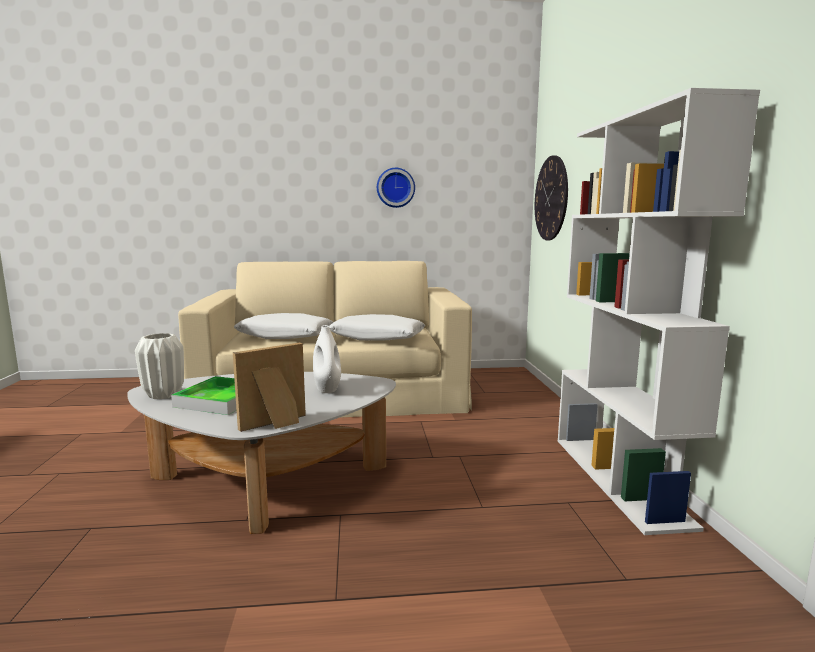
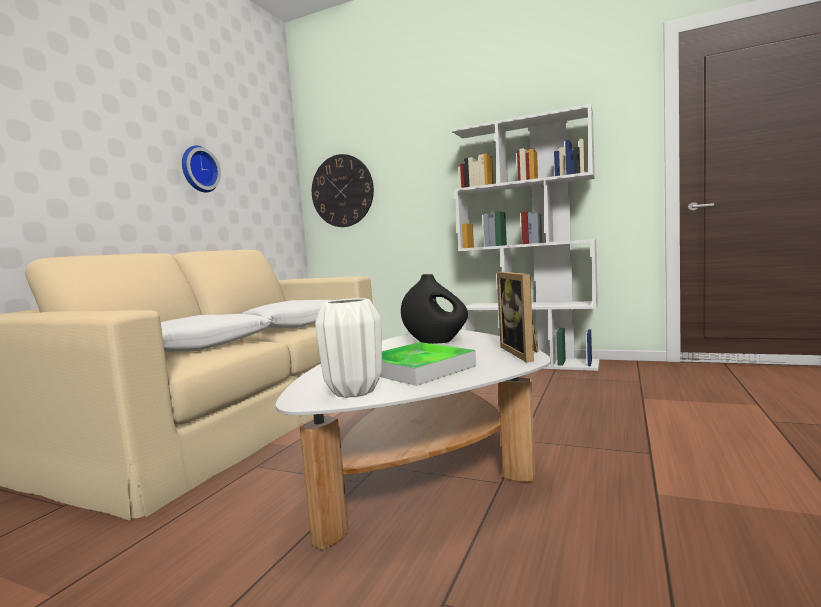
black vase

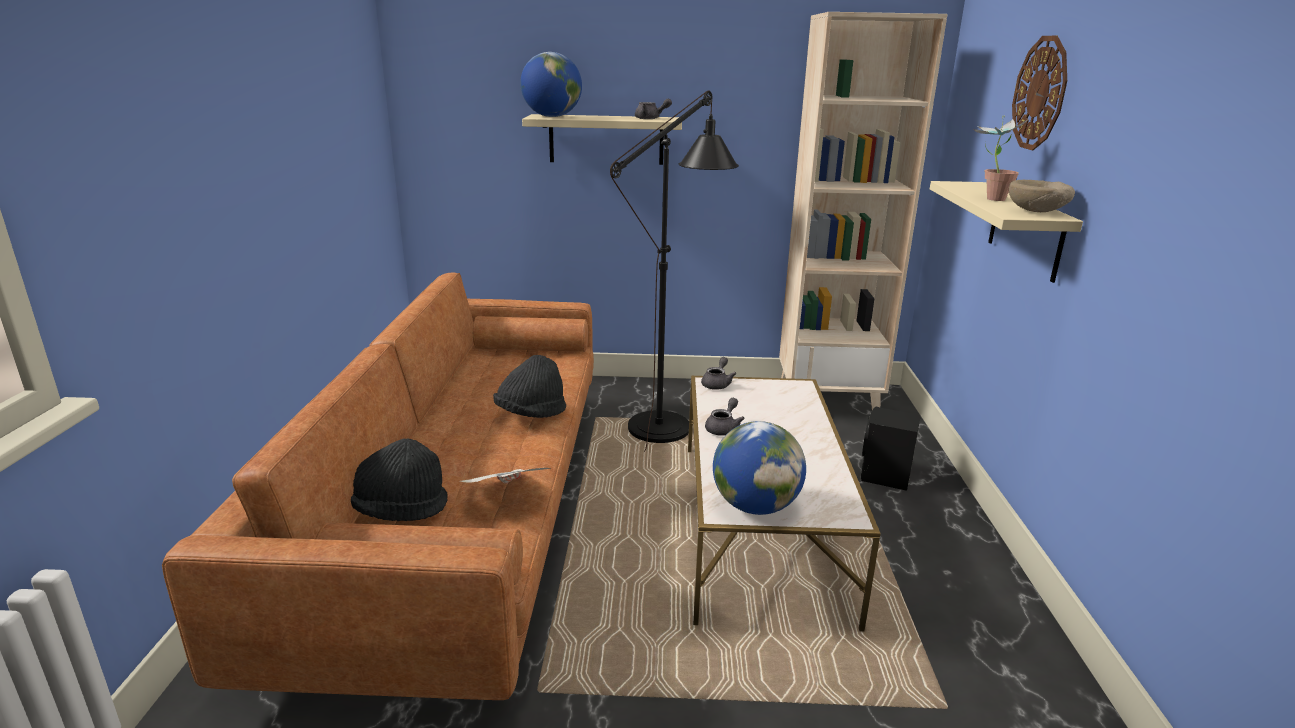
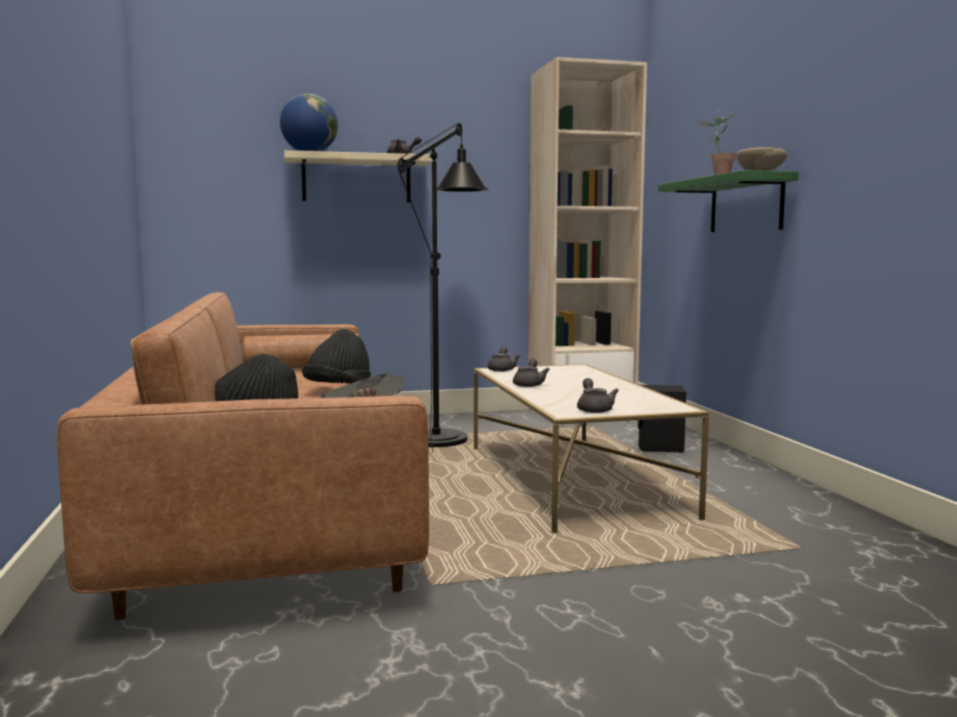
grey teapot (4th from left)
green shelf
wall clock

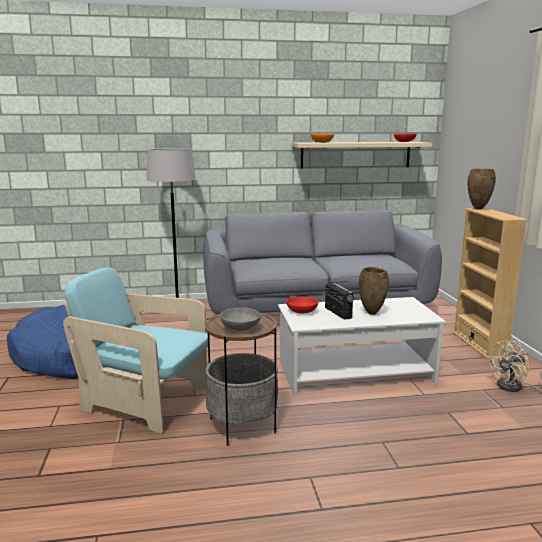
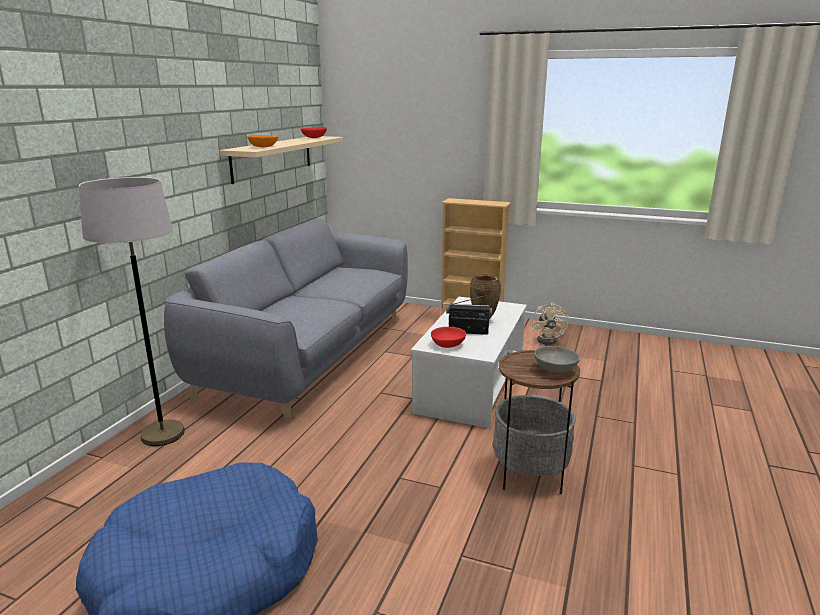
turquoise armchair
brown vase (2nd from left in the first image)

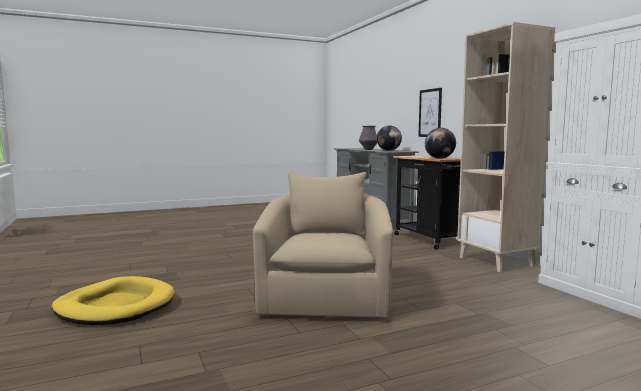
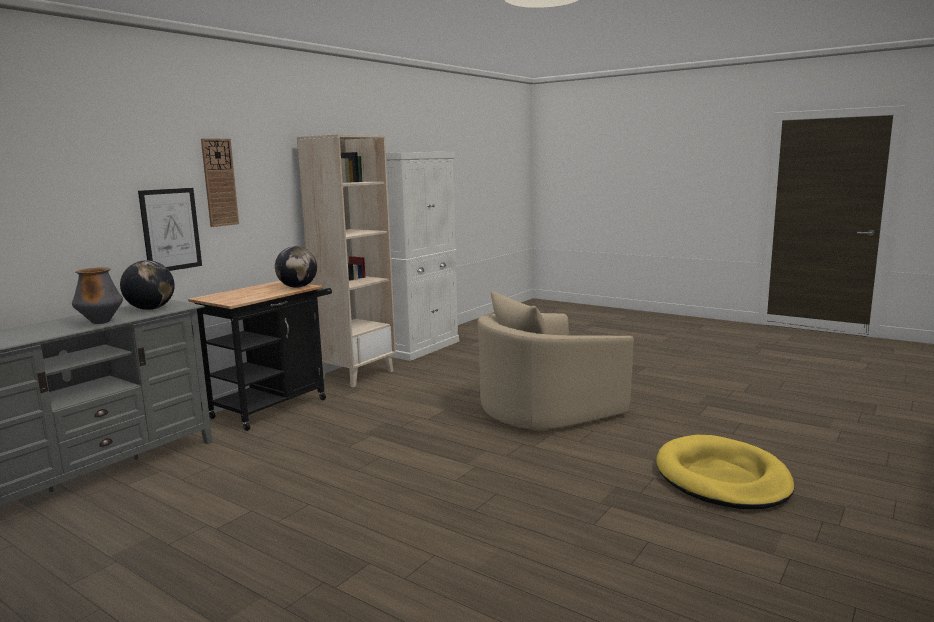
wall clock

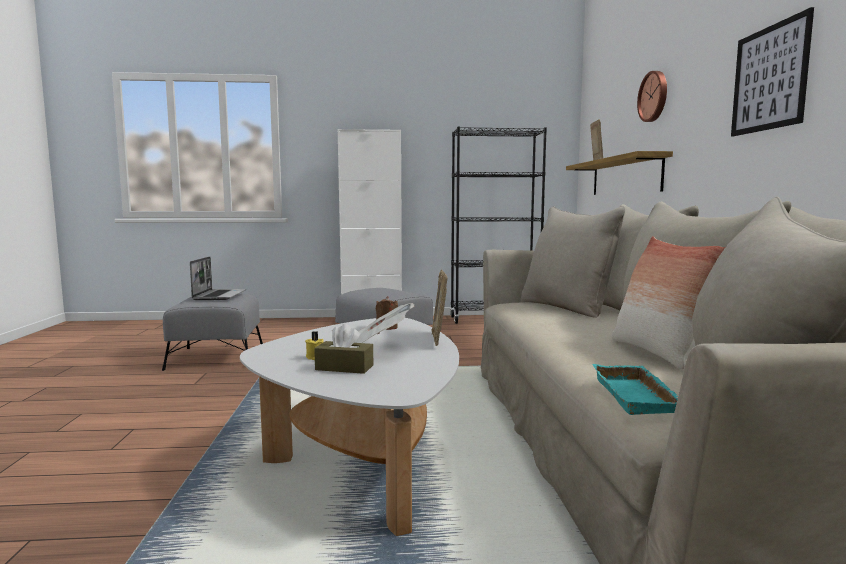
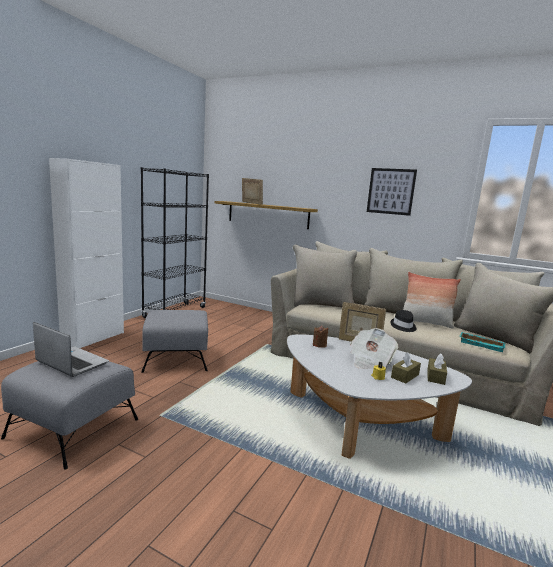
black hat
brown tissue box (2nd from left)
wall clock

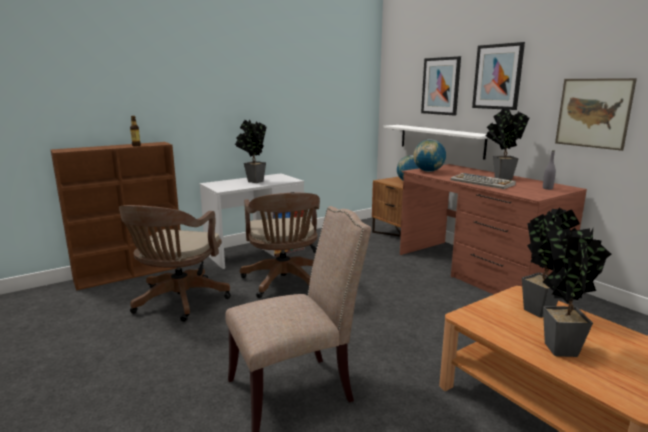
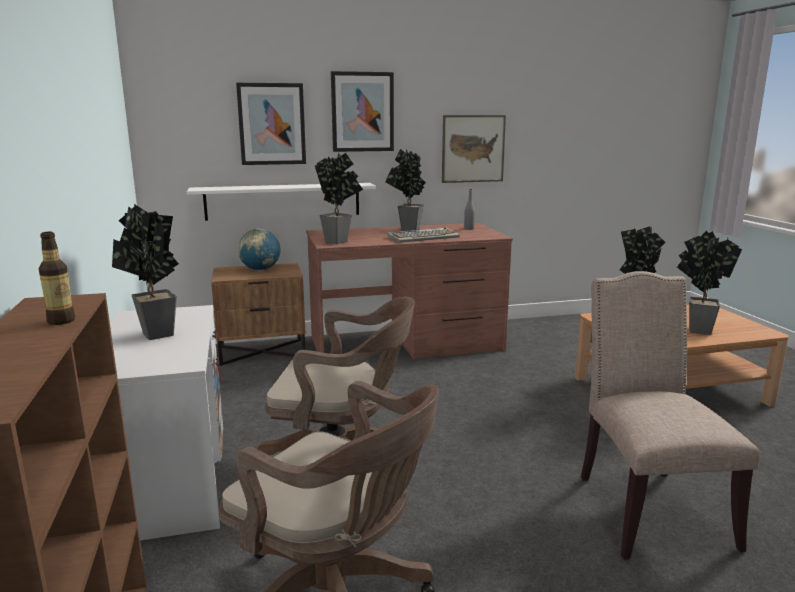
potted plant (2nd from left)

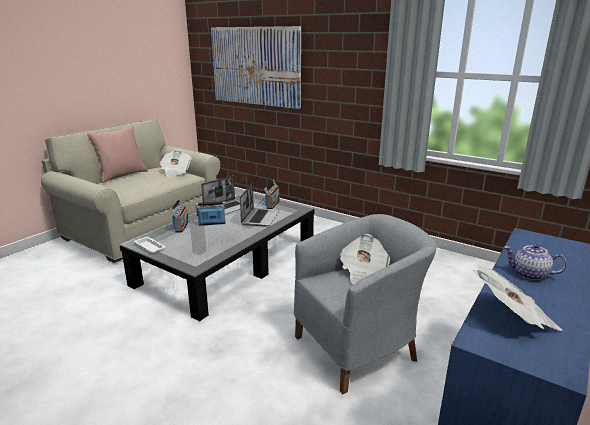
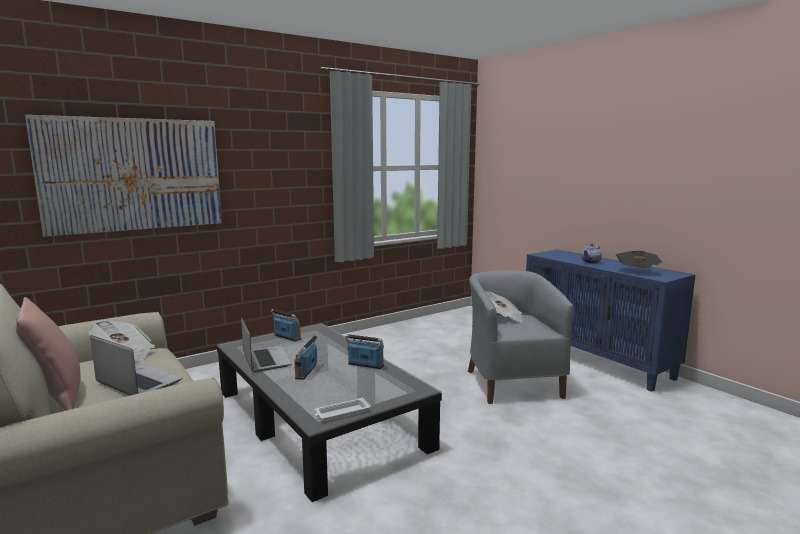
laptop (1st from left)
radio (3rd from left)

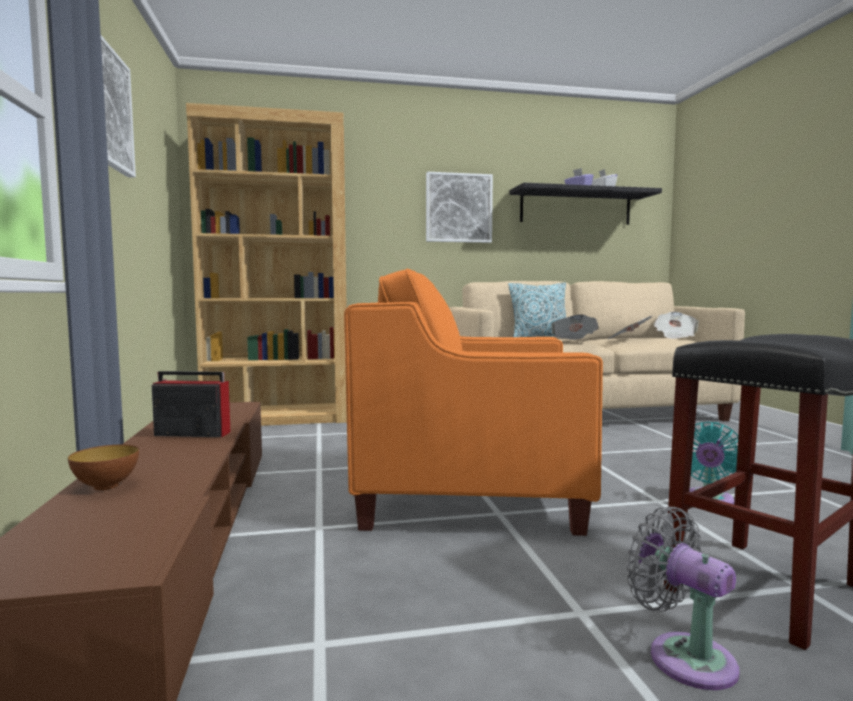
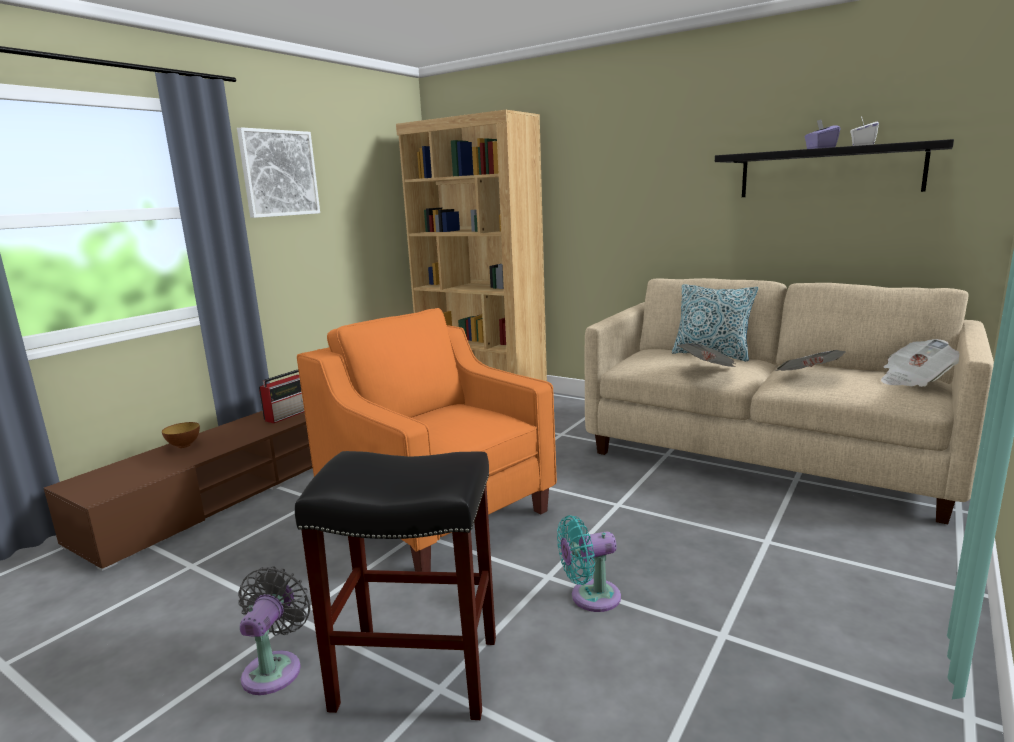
radio
picture (2nd from left in the first image)

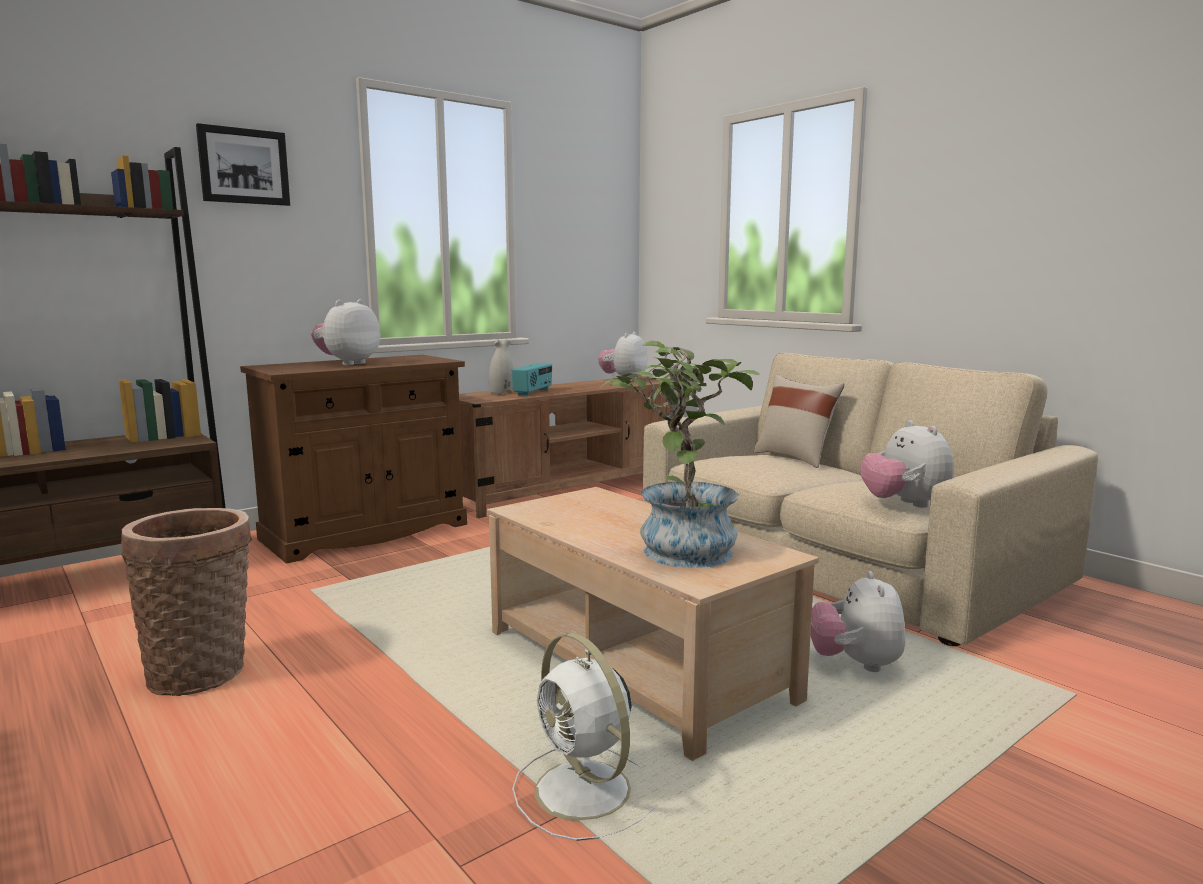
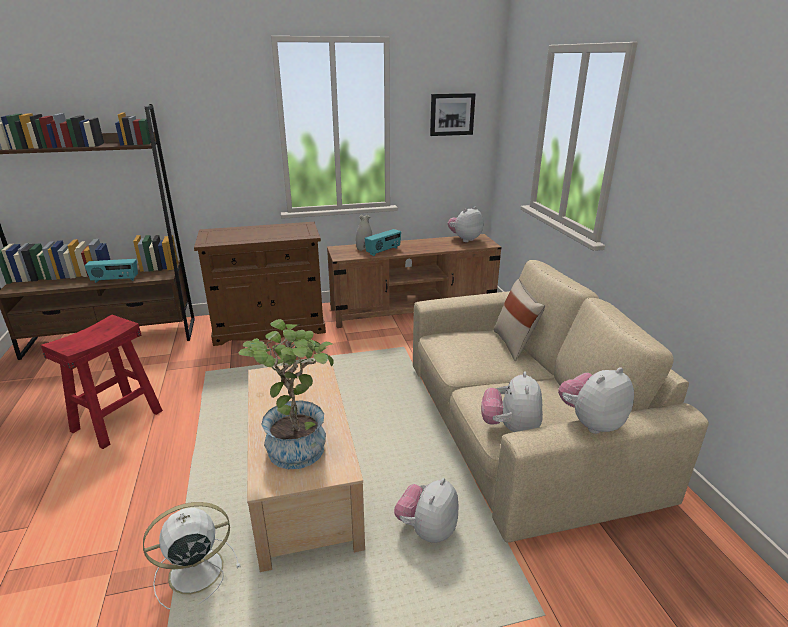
red stool
radio (1st from left)
white fan
picture
plush toy (4th from left)

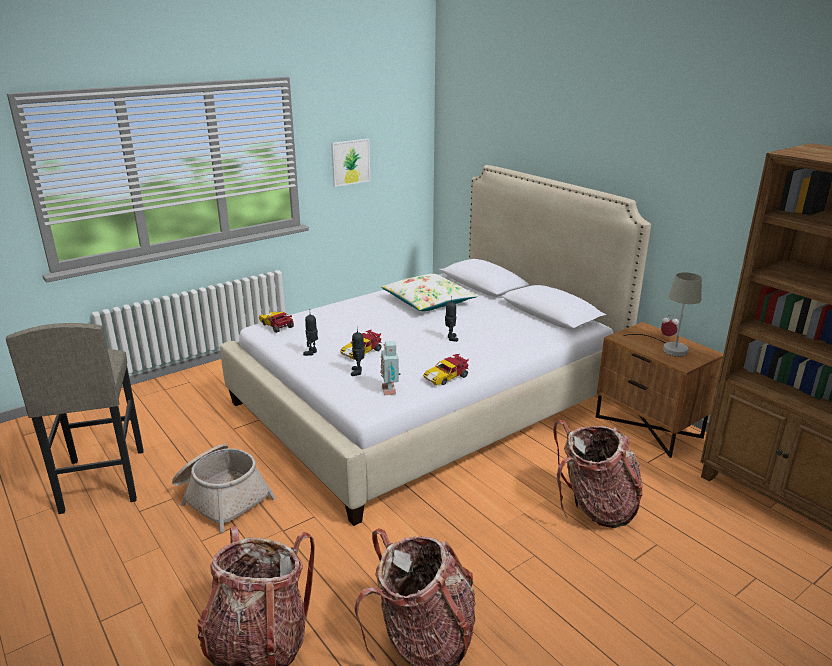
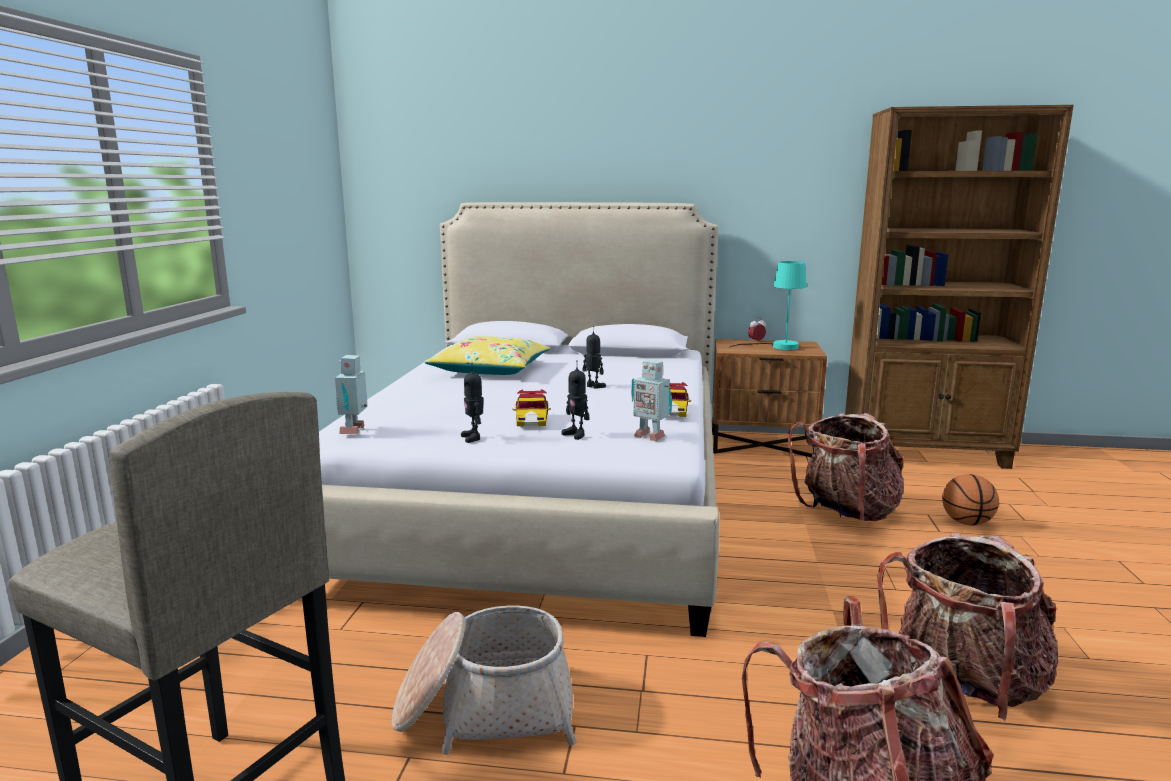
toy robot (1st from left)
yellow pillow
turquoise table lamp
basketball
picture

